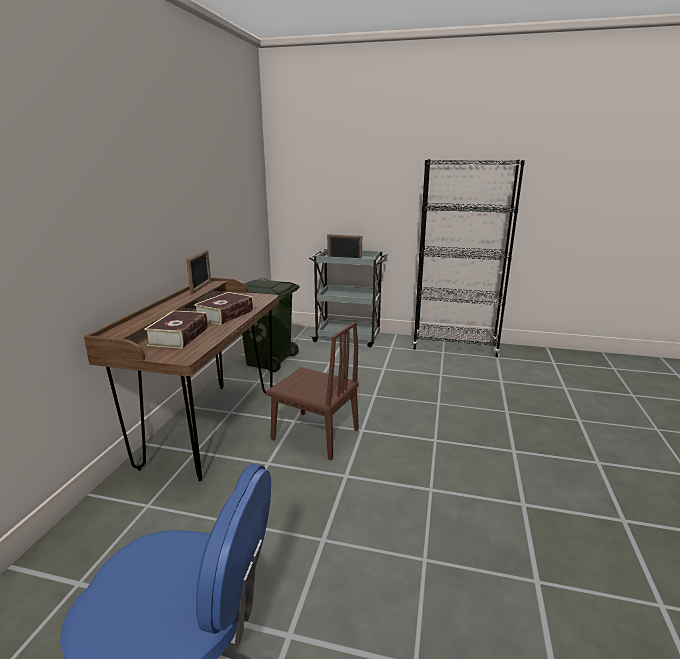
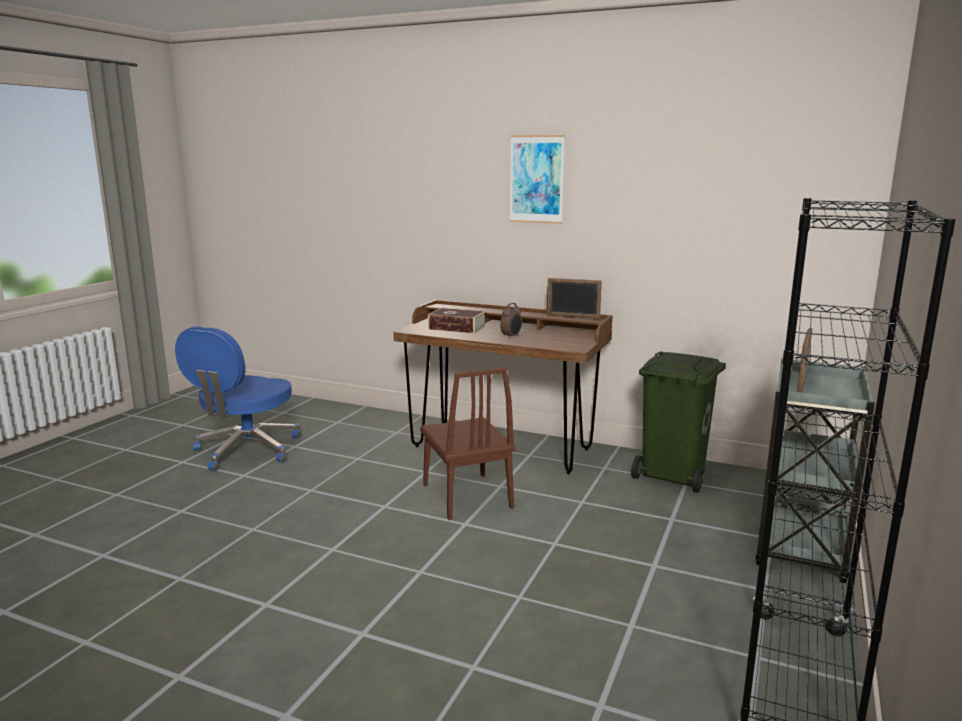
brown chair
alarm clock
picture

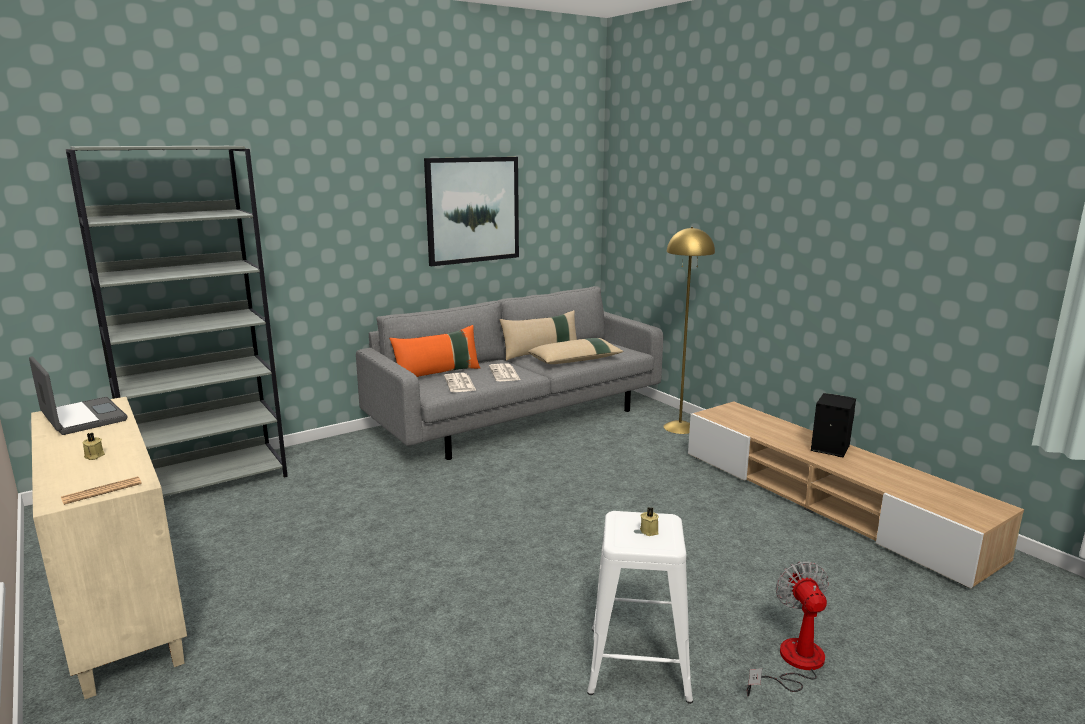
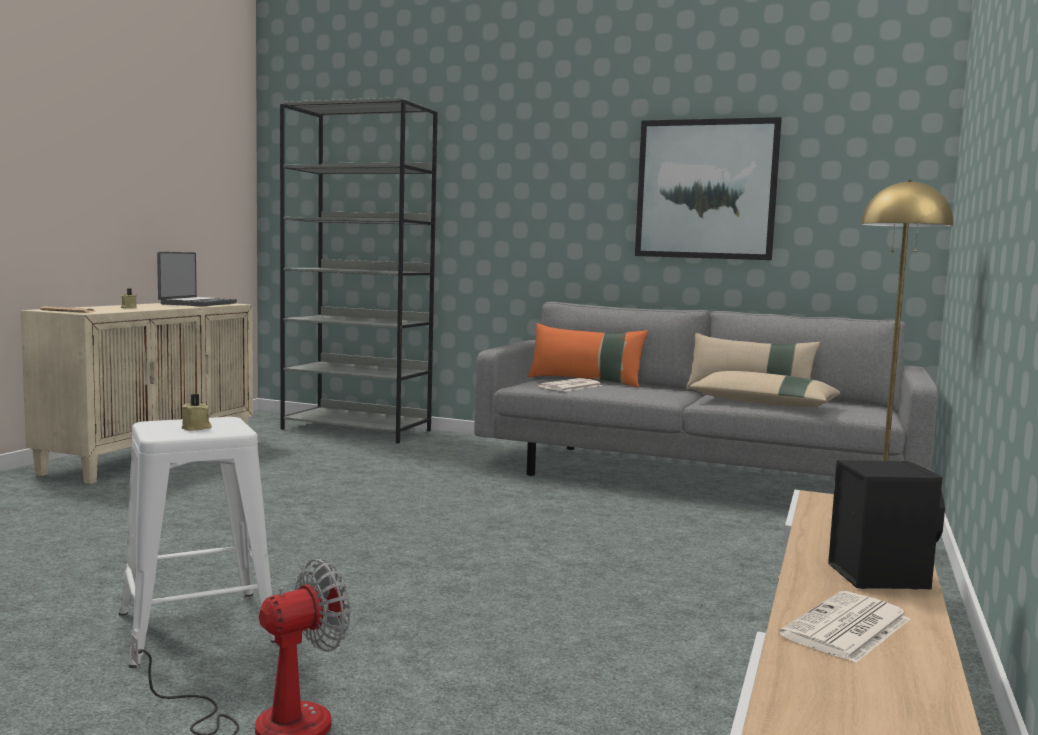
newspaper (3rd from left)

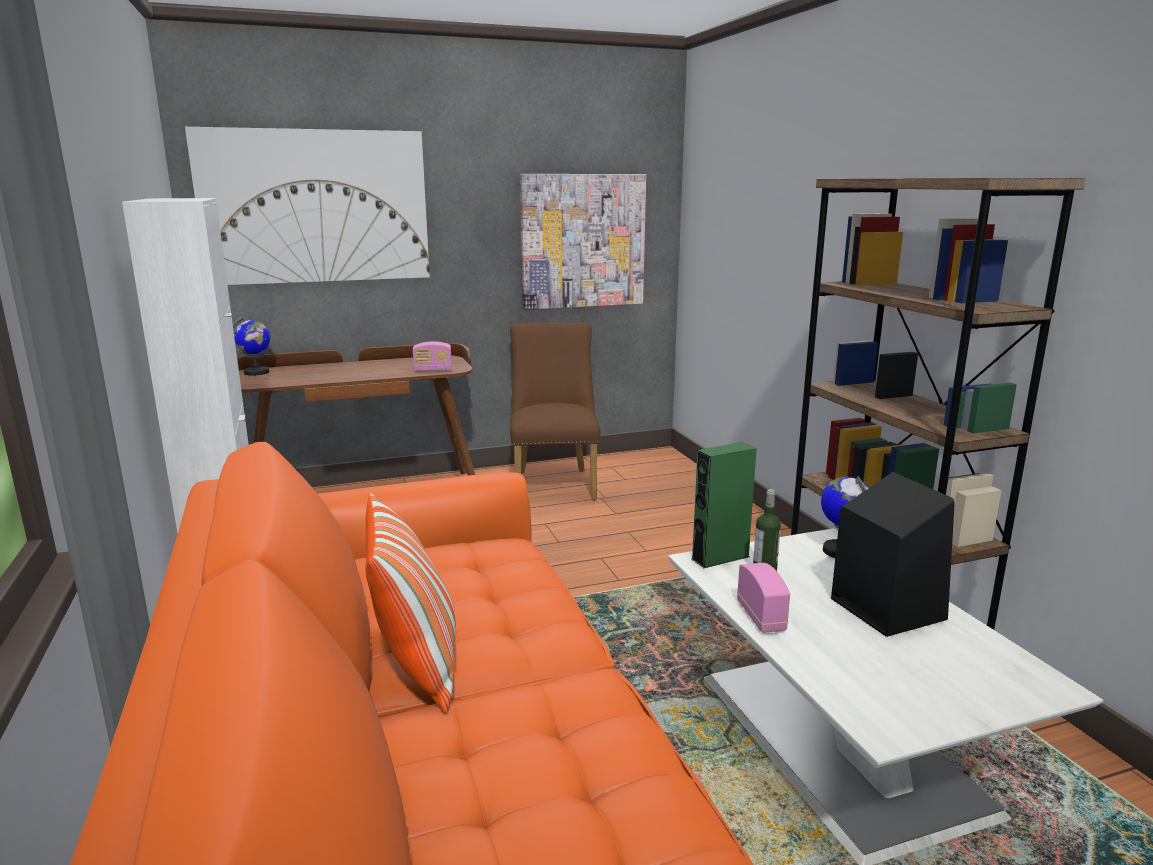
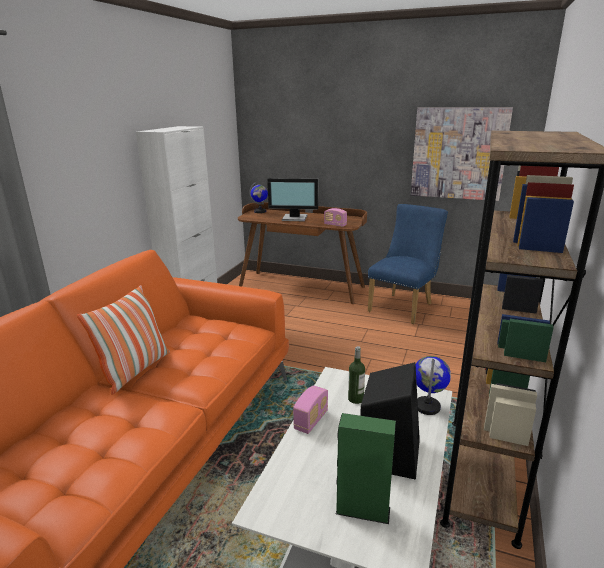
monitor
green speaker
blue chair
picture (1st from left in the first image)

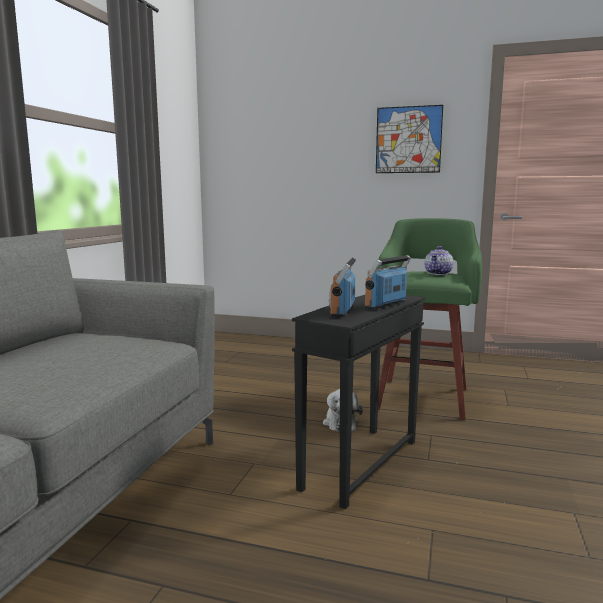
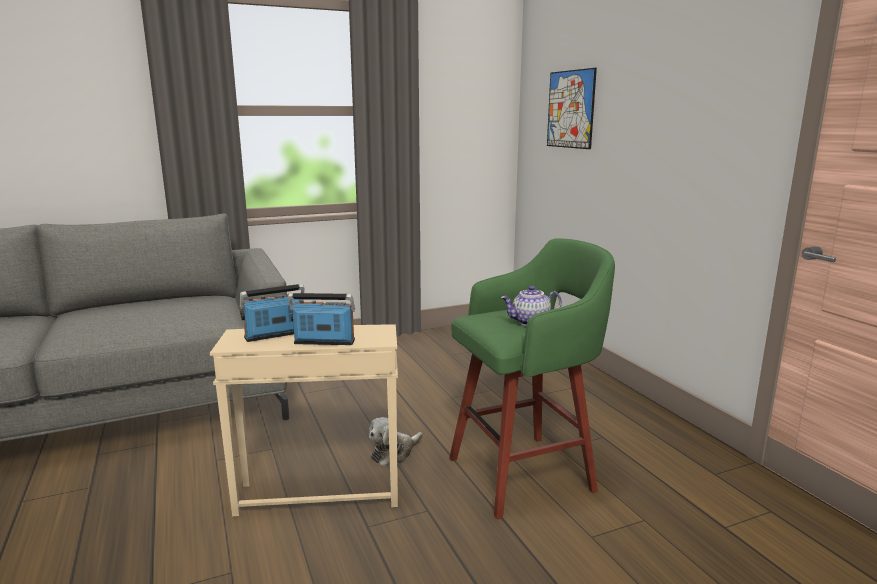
beige side table
picture

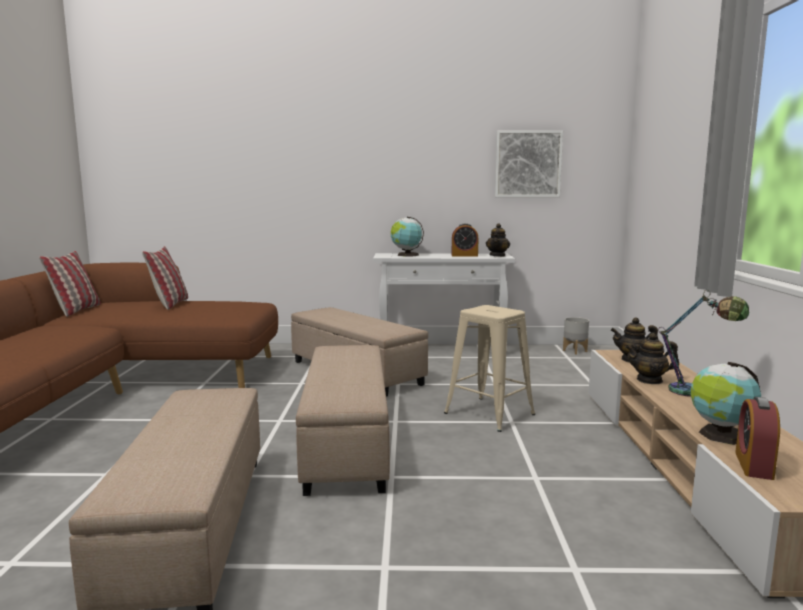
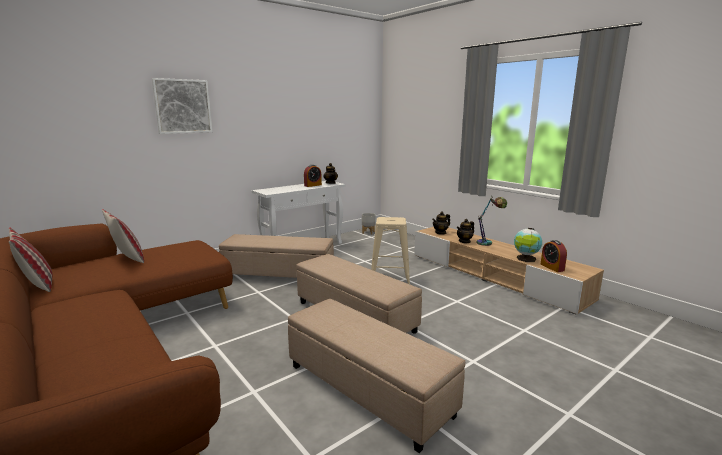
picture
globe (1st from left in the first image)

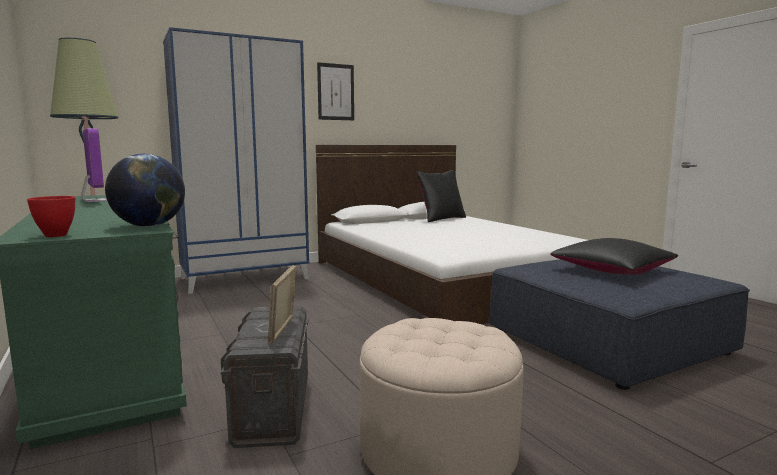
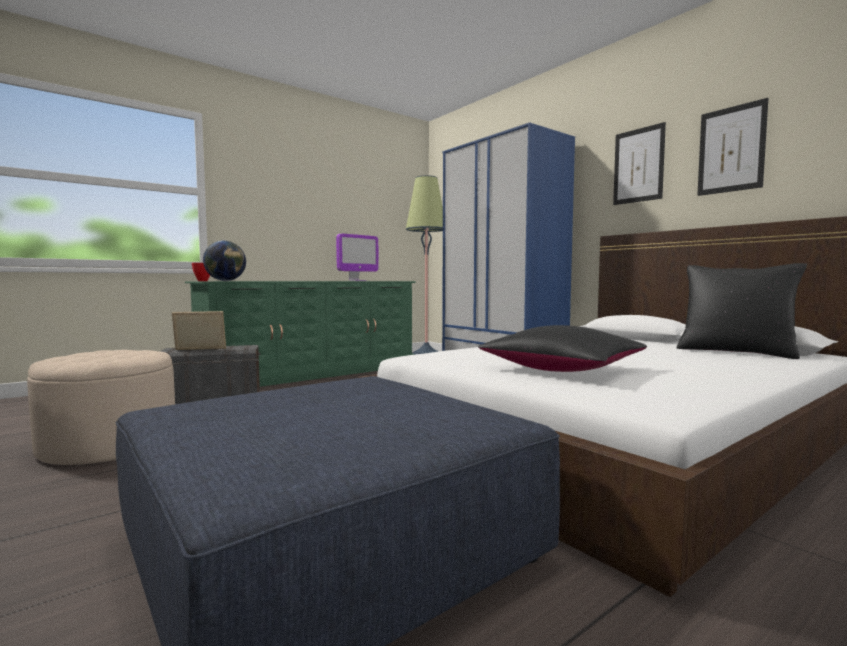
black pillow (1st from left)
picture (2nd from left)

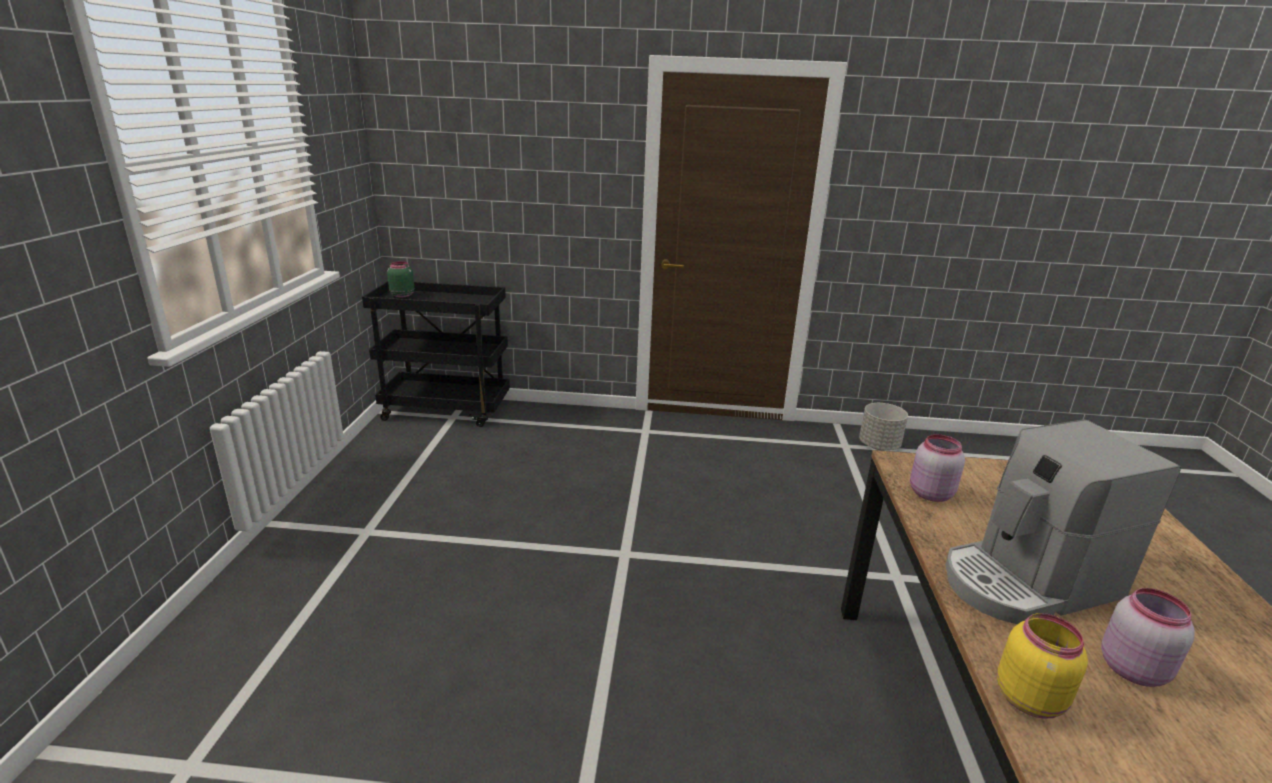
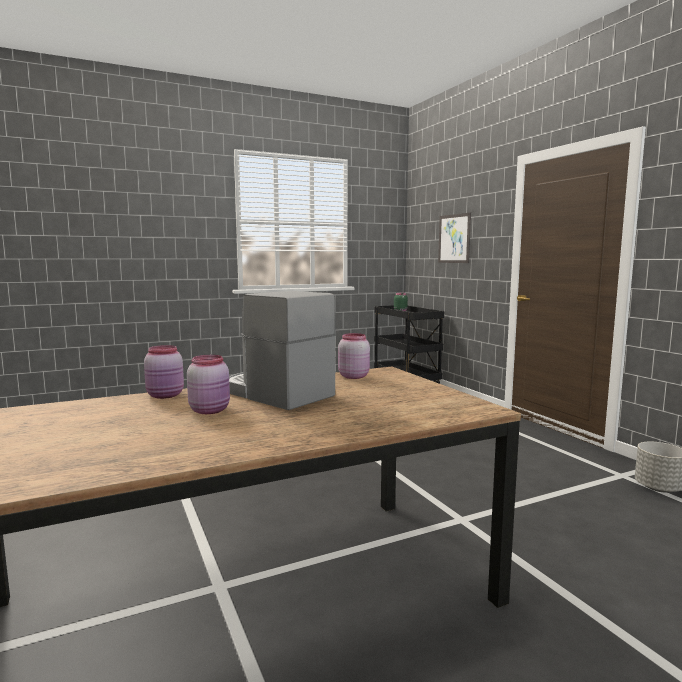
pink jar (1st from left)
picture

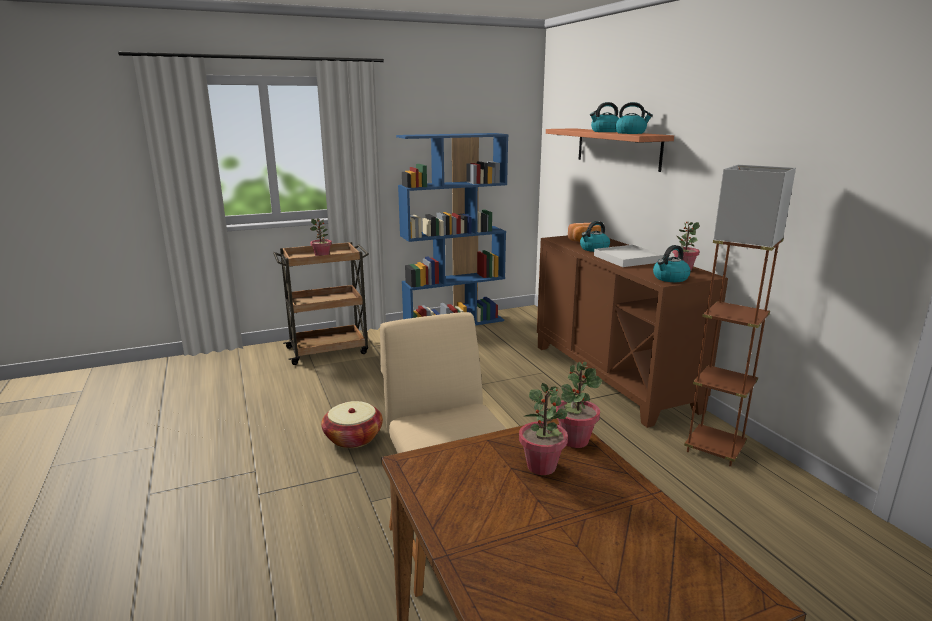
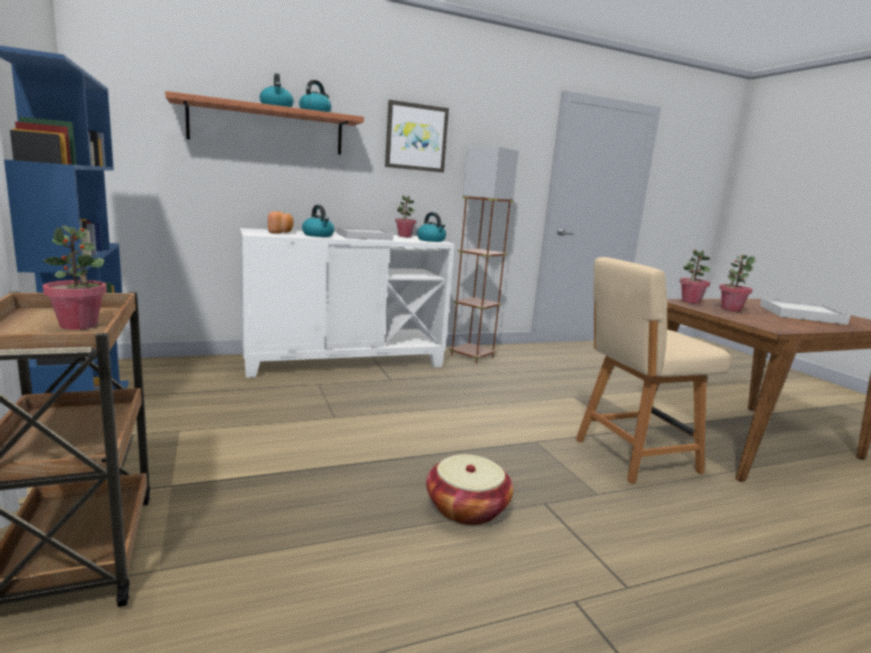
white cabinet
picture
white tray (2nd from left)

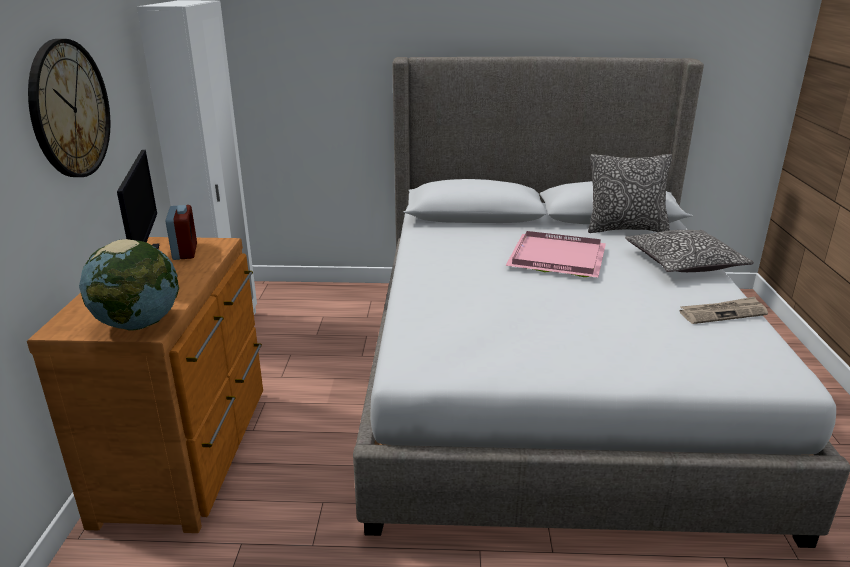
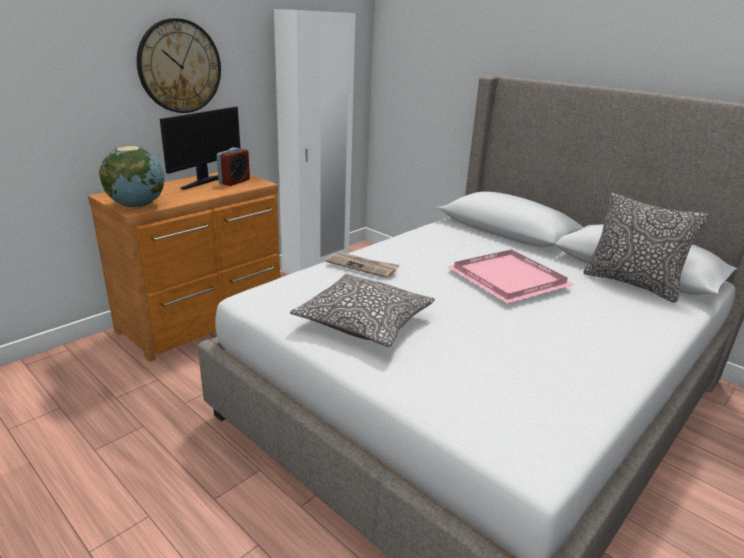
pillow (1st from left)
newspaper

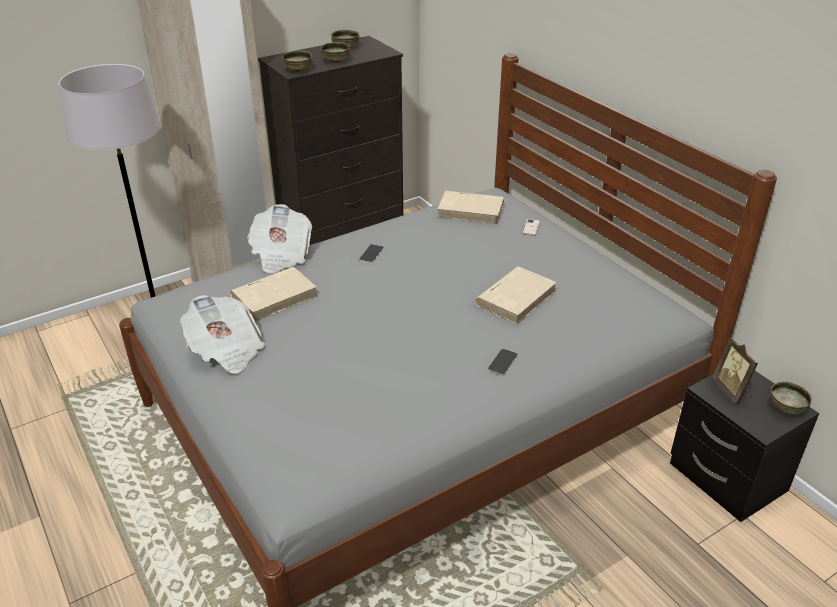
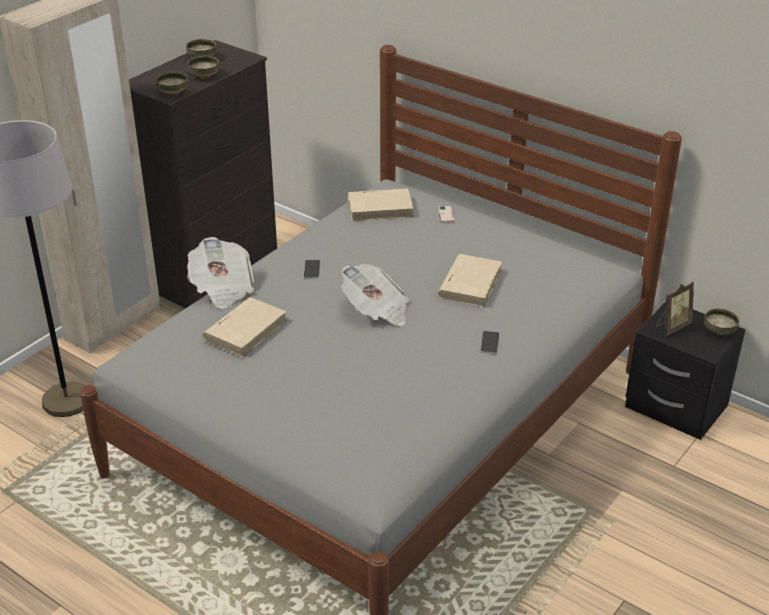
newspaper (2nd from left)
picture frame

